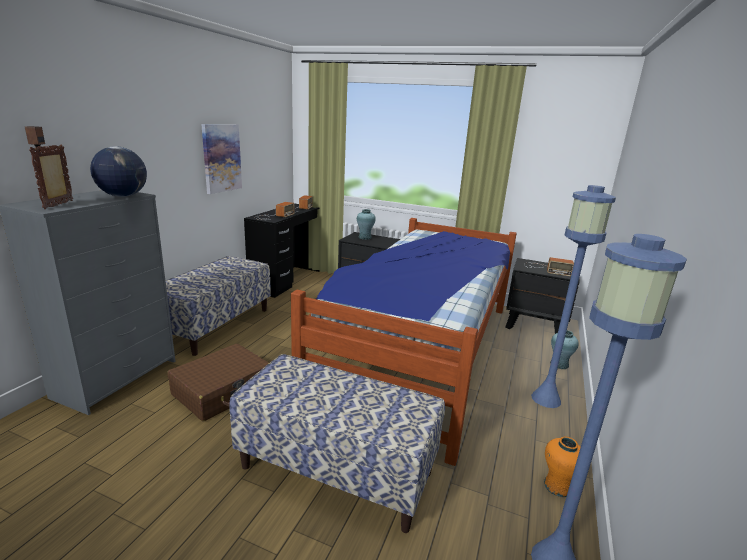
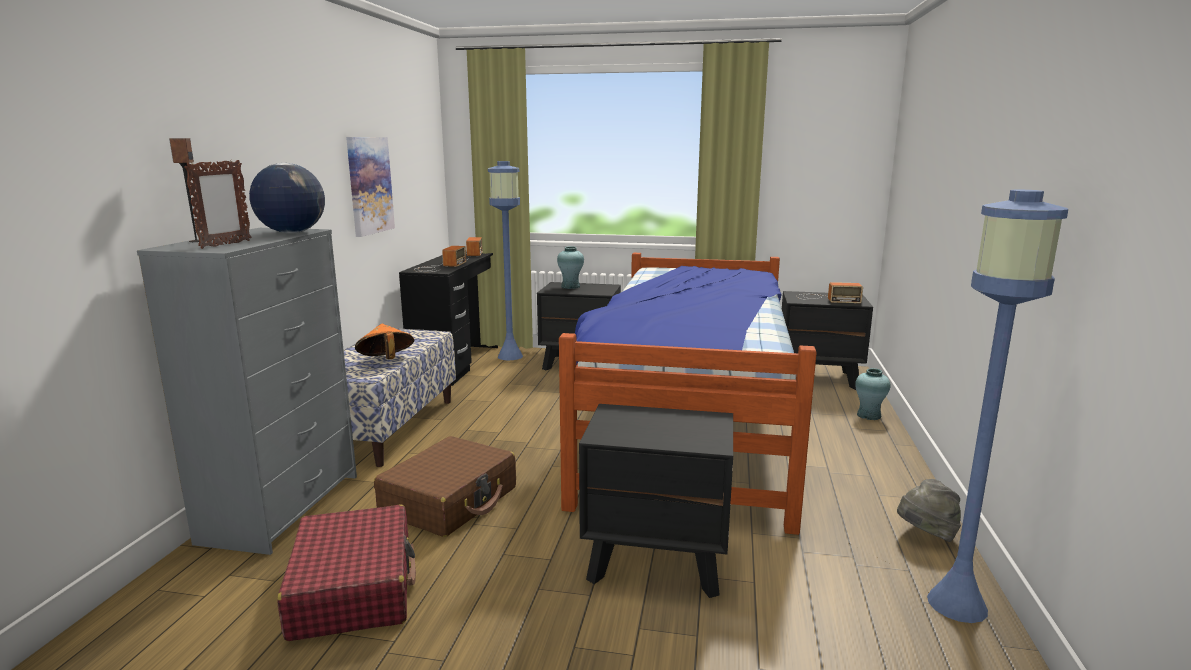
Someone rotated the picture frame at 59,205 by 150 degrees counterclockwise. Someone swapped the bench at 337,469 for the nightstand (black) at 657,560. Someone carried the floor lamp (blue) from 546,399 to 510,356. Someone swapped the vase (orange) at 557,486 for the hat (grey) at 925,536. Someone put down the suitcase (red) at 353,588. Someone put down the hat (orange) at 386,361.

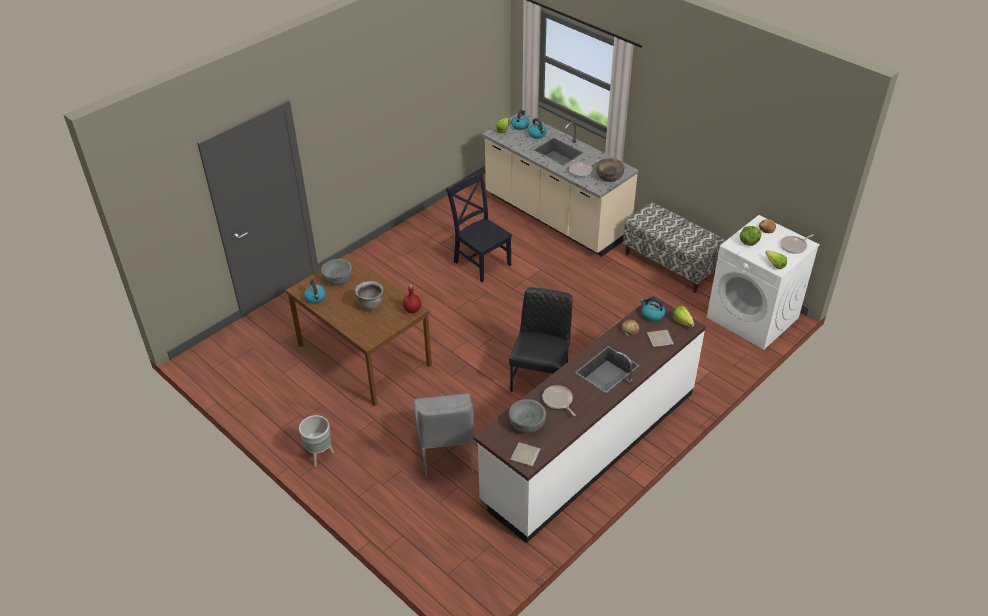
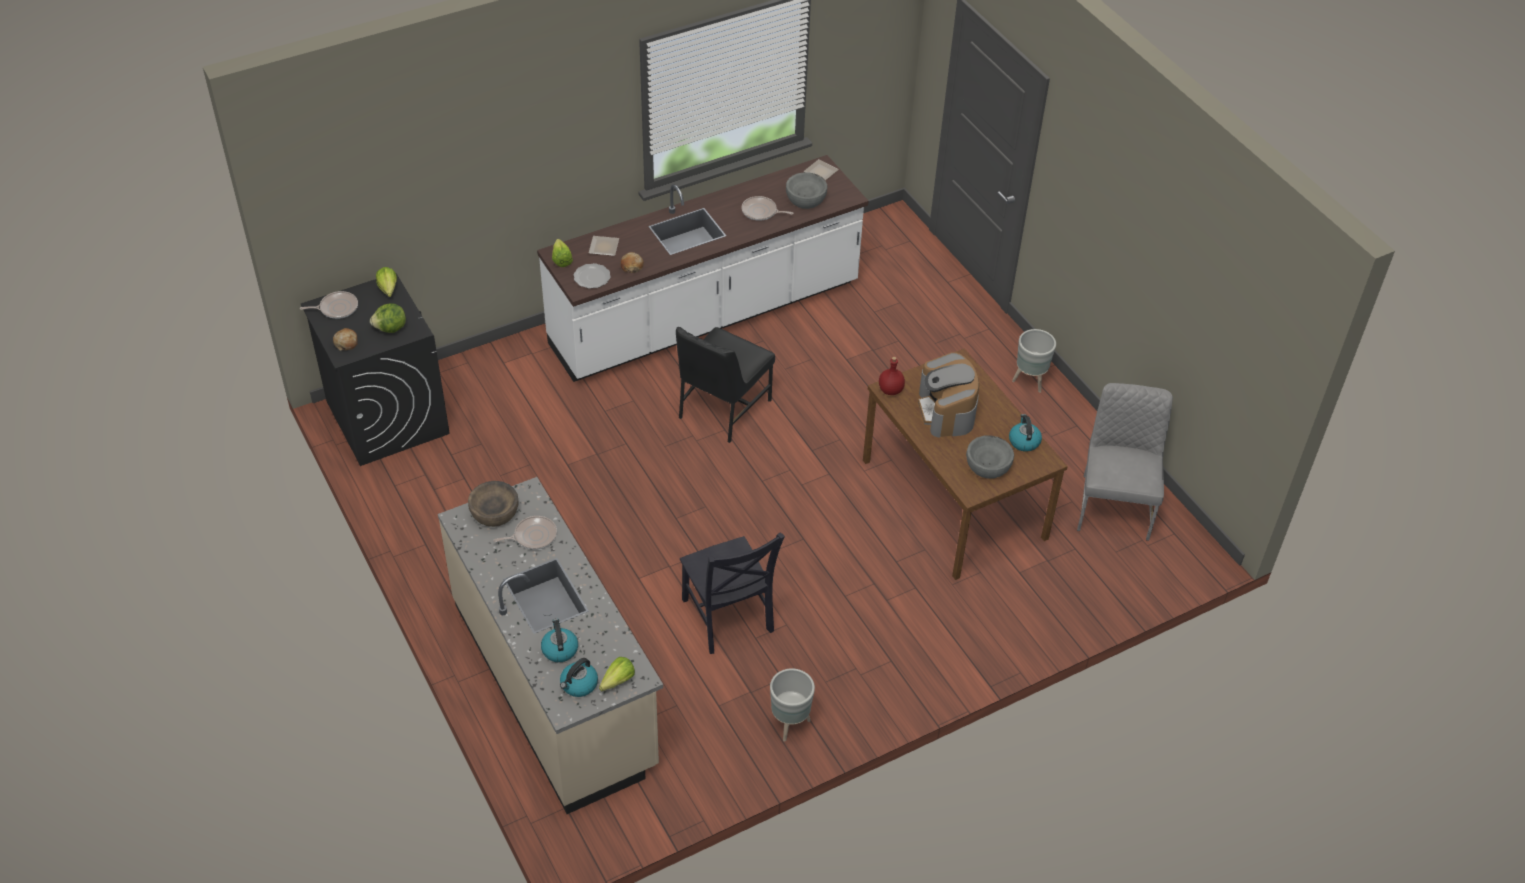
Someone swapped the cooking pot (brown) at 370,305 for the coffee machine at 947,411. Someone carried the chair (grey) from 446,453 to 1114,505. Someone rotated the frying pan at 558,401 by 120 degrees clockwise. Someone took away the bench at 671,264. Someone swapped the kettle at 652,315 for the plate at 592,277. Someone repainted the washing machine (white) at 753,317, which became the washing machine (black) at 386,417. Someone put down the planter (grey) at 789,724.

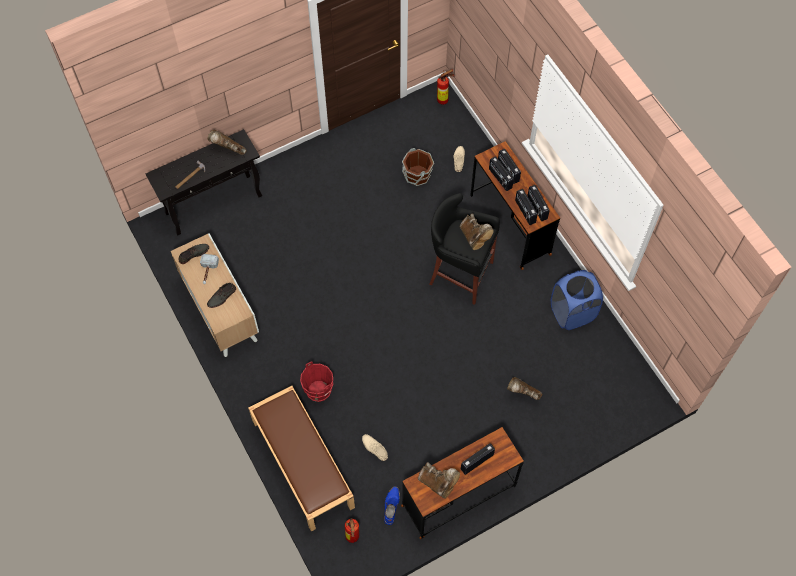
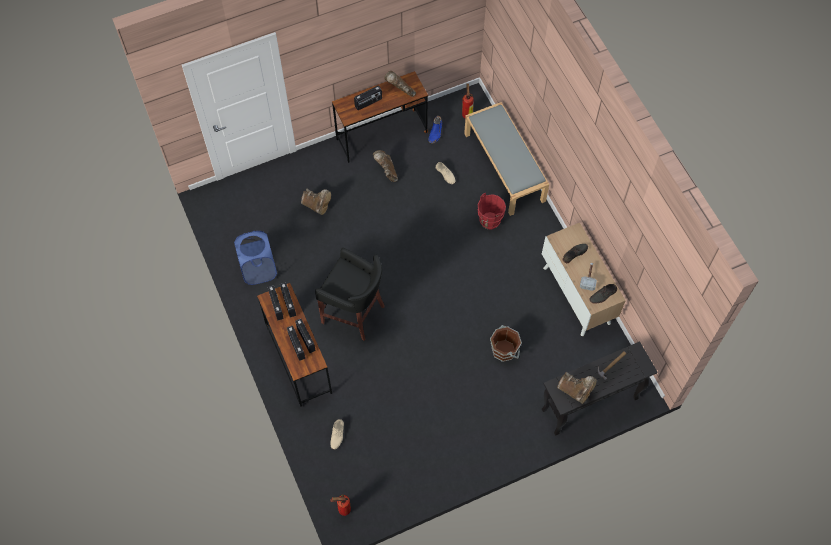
Someone repainted the bench (brown) at 302,463, which became the bench (grey) at 505,167. Someone carried the bucket (brown) from 417,175 to 504,350. Someone carried the boot (brown) from 474,238 to 387,171.

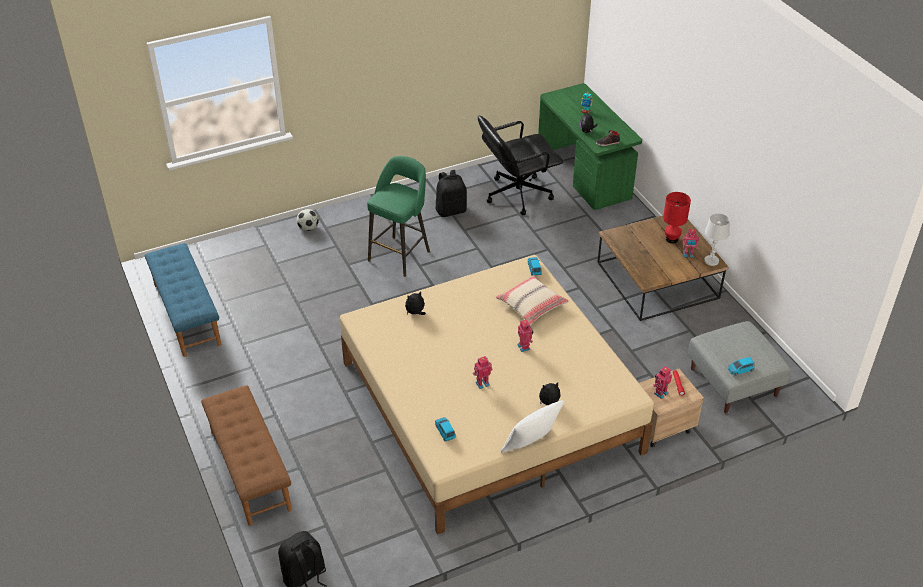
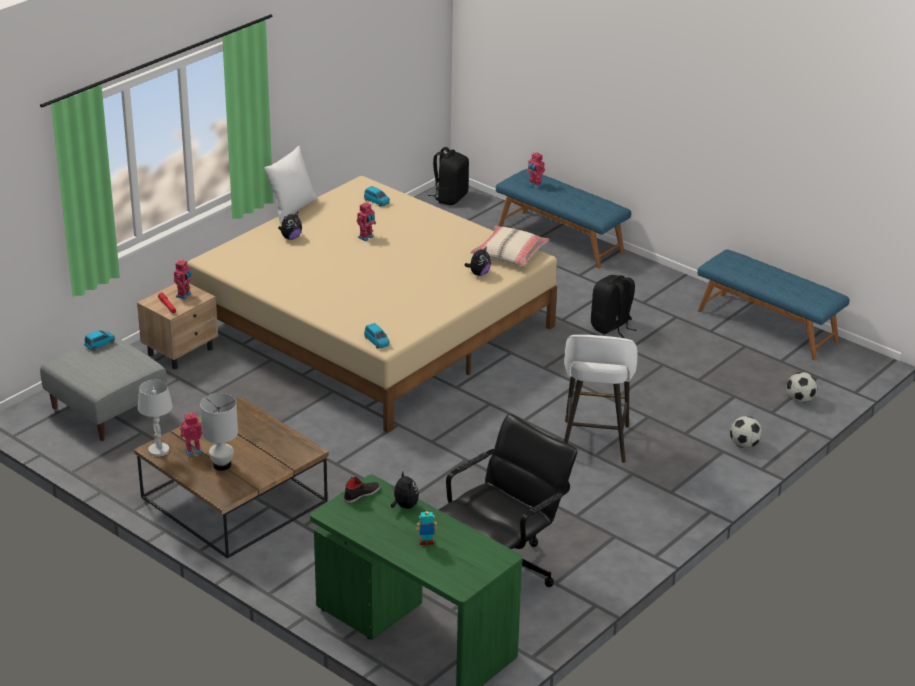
Someone repainted the bench (brown) at 249,470, which became the bench (blue) at 561,239. Someone repainted the stool (green) at 400,255, which became the stool (white) at 594,443. Someone carried the backpack (black) from 451,210 to 611,327. Someone carried the pillow (beige) from 531,305 to 509,254. Someone carried the toy robot from 524,347 to 535,185. Someone repainted the table lamp (red) at 671,239, which became the table lamp (white) at 222,465. Someone put down the football at 800,400.

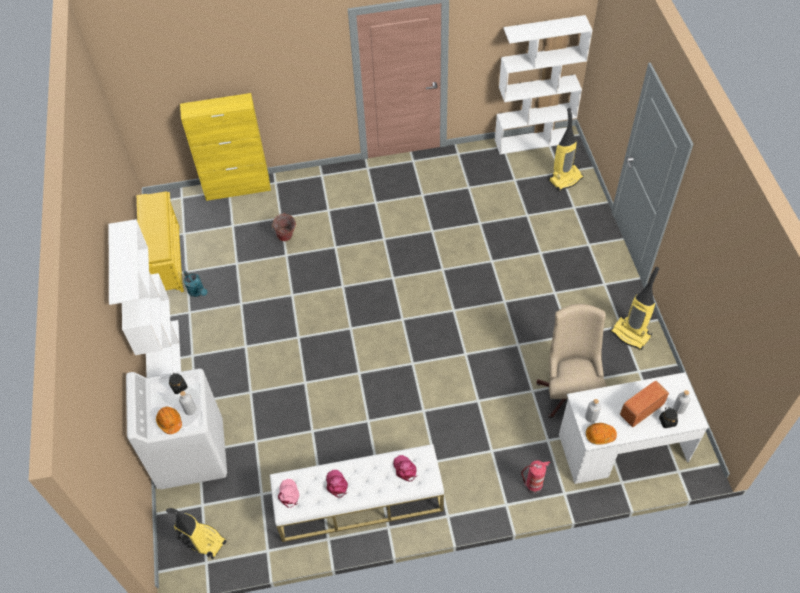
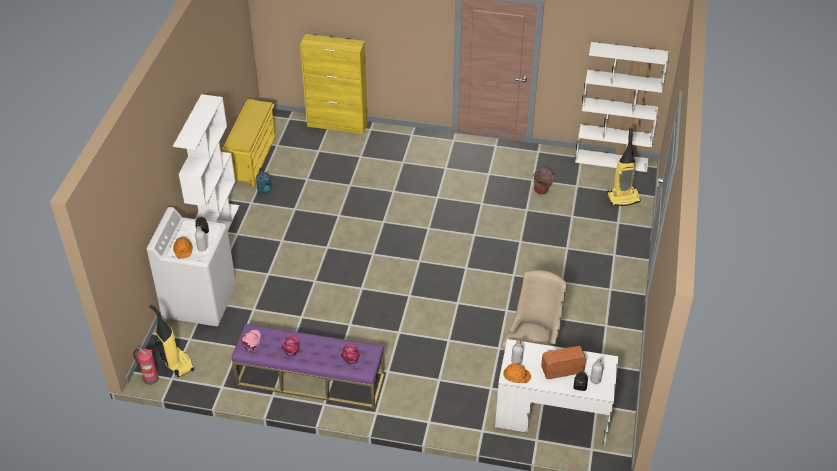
Someone repainted the bench (white) at 359,503, which became the bench (purple) at 310,379. Someone carried the bucket from 286,238 to 541,192. Someone carried the fire extinguisher from 532,486 to 150,379. Someone took away the vacuum cleaner at 631,334.

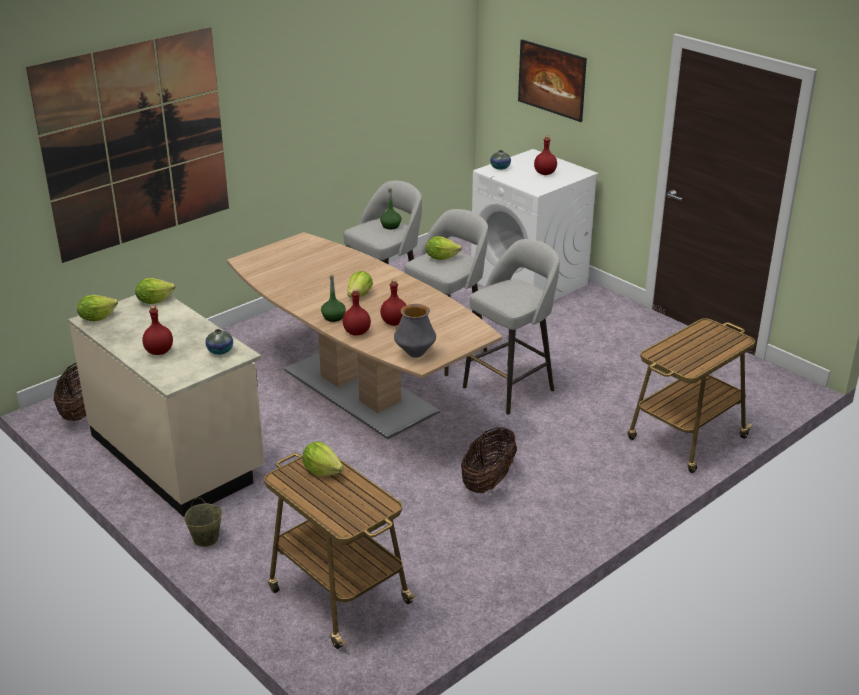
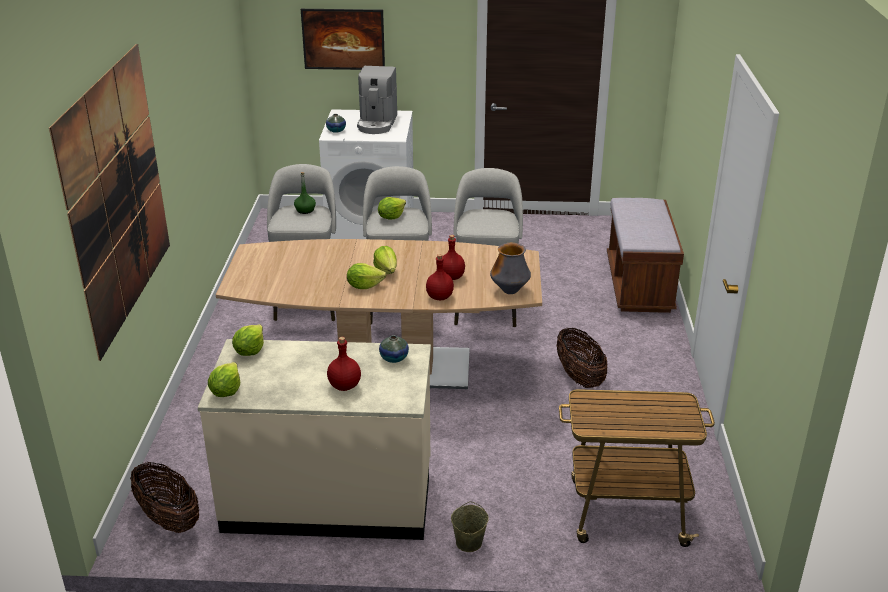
Someone carried the lettuce from 322,471 to 364,286. Someone took away the bottle (green) at 333,317. Someone swapped the bottle (red) at 545,173 for the coffee machine at 377,123. Someone swapped the cart at 685,439 for the bench (brown) at 639,285.

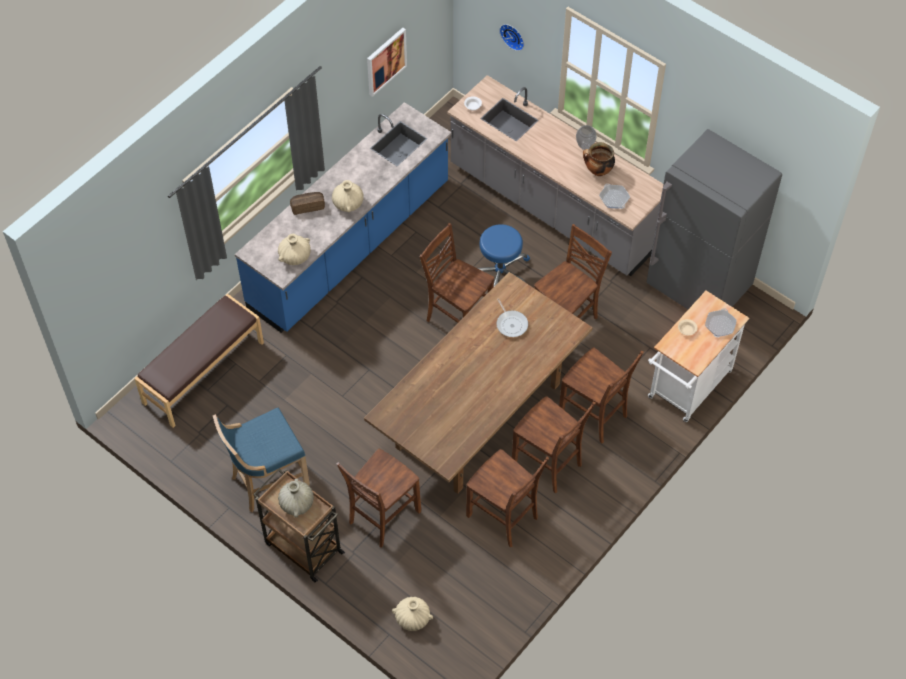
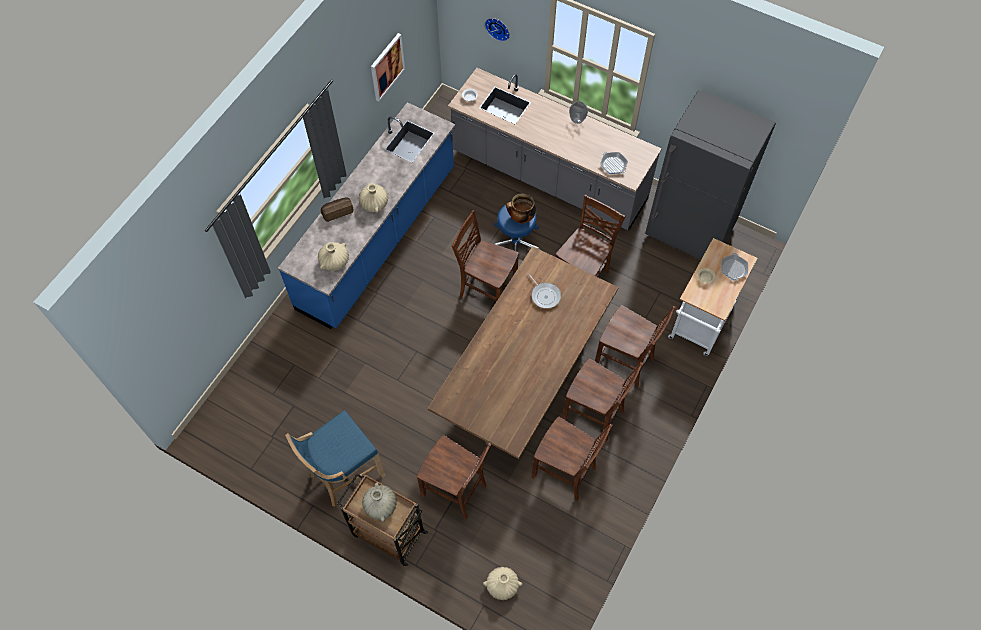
Someone took away the bench (brown) at 203,372. Someone rotated the chair (brown) at 382,517 by 90 degrees counterclockwise. Someone carried the cooking pot from 598,171 to 521,218.

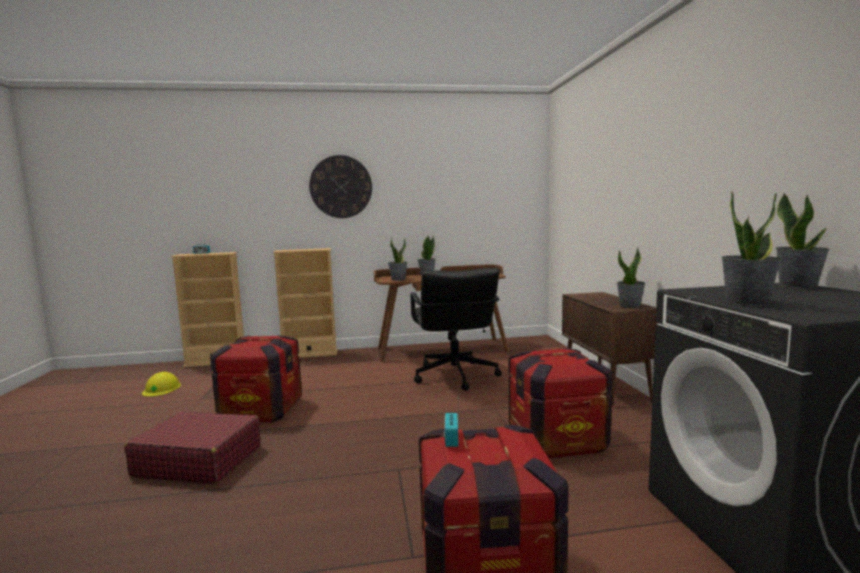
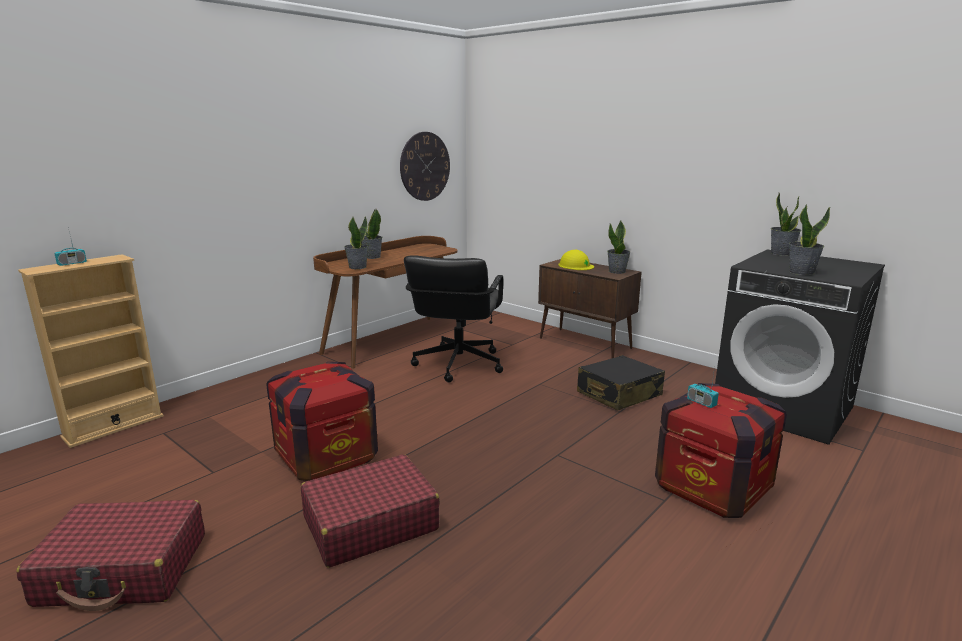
Someone carried the hard hat (yellow) from 161,389 to 575,266. Someone took away the bookcase (beige) at 310,354. Someone carried the wall clock from 341,187 to 425,166. Someone rotated the office chair (black) at 454,376 by 60 degrees clockwise. Someone swapped the crate at 556,439 for the suitcase (black) at 619,394. Someone put down the suitcase (red) at 124,569.

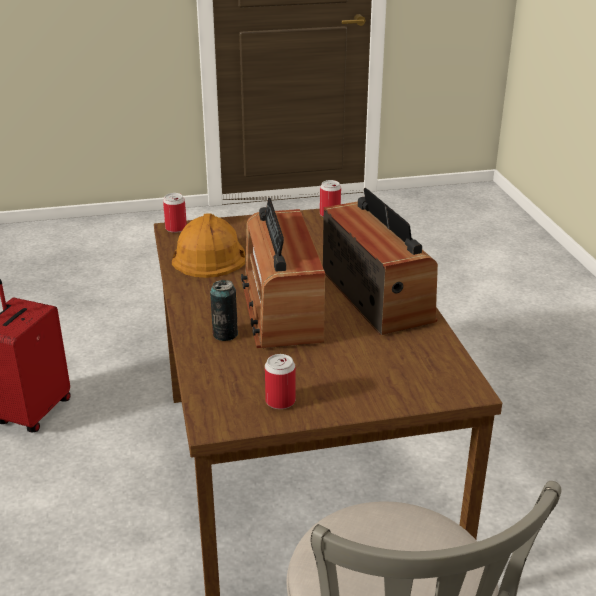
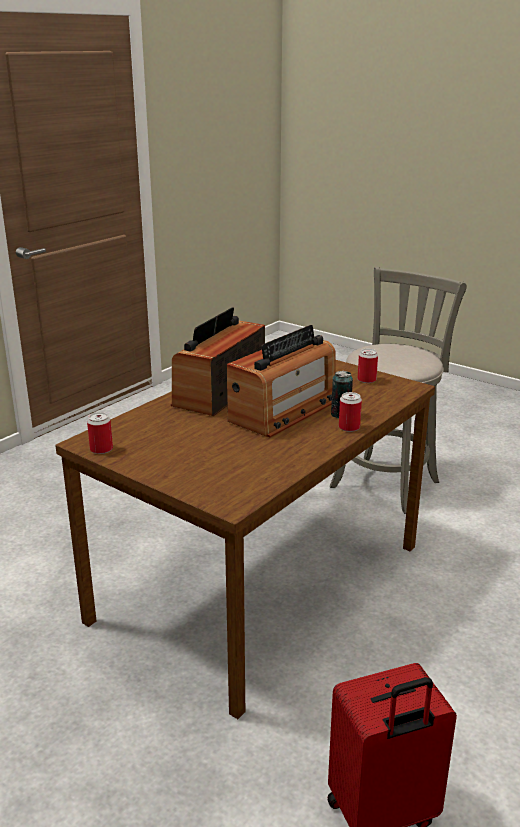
Someone carried the can from 176,228 to 349,427. Someone took away the hard hat (orange) at 209,255.

